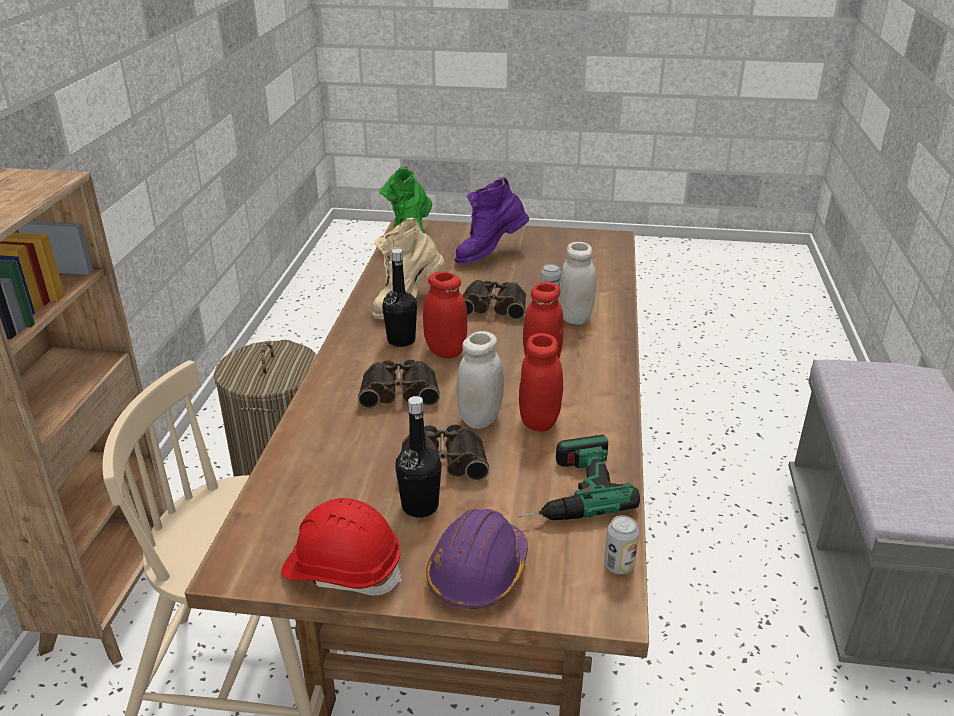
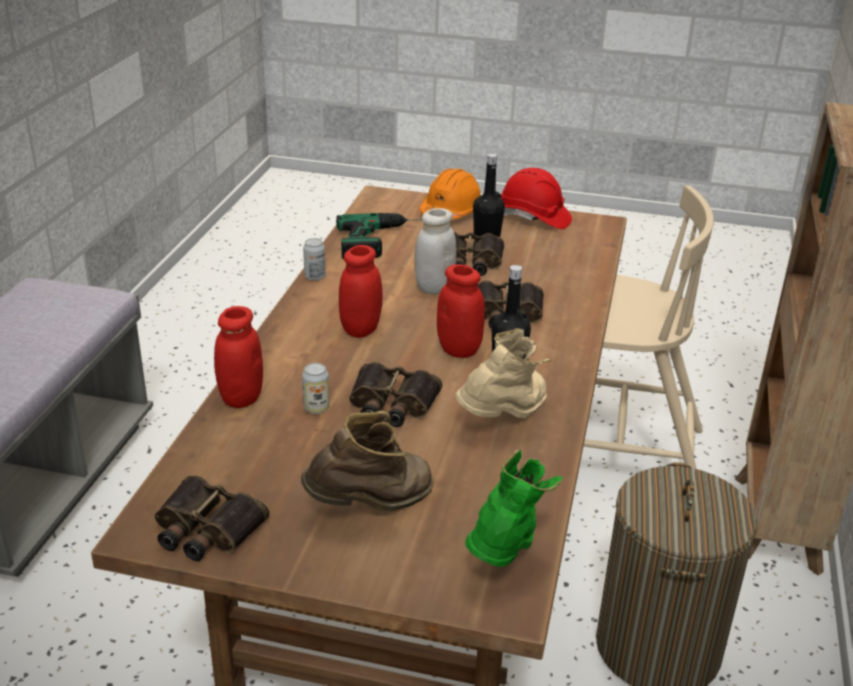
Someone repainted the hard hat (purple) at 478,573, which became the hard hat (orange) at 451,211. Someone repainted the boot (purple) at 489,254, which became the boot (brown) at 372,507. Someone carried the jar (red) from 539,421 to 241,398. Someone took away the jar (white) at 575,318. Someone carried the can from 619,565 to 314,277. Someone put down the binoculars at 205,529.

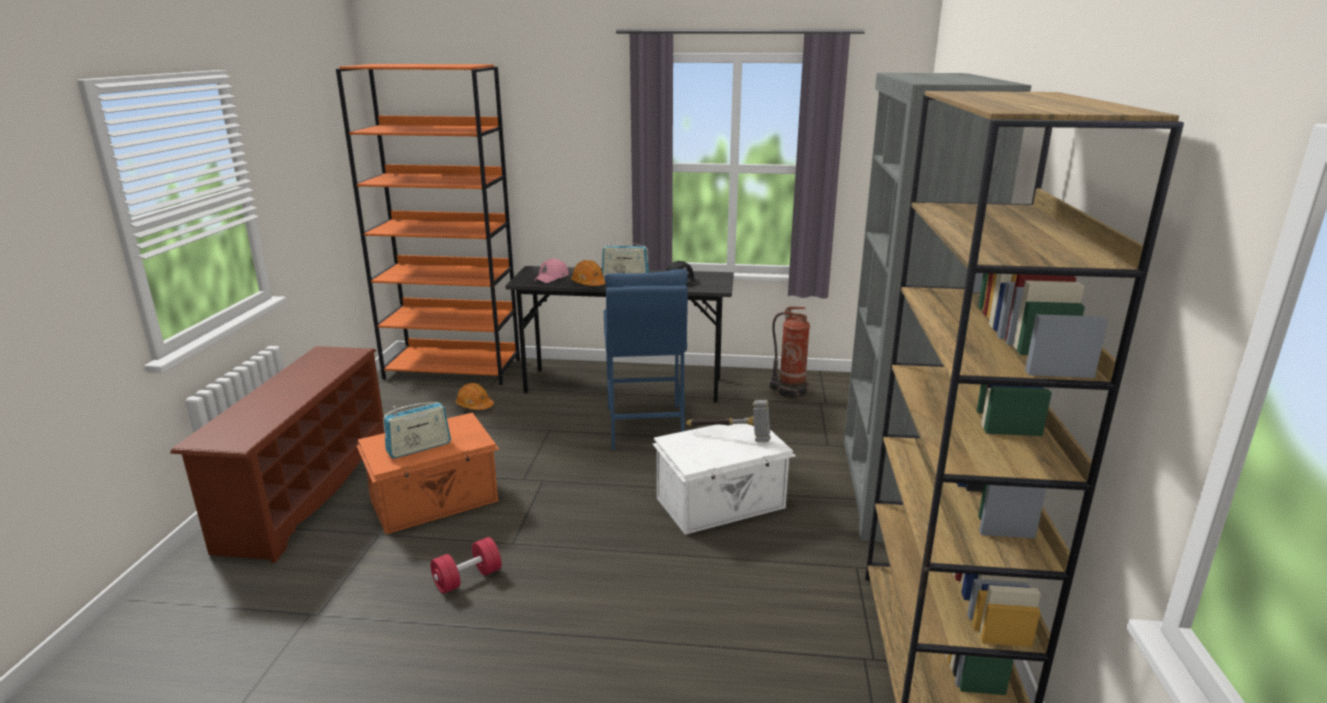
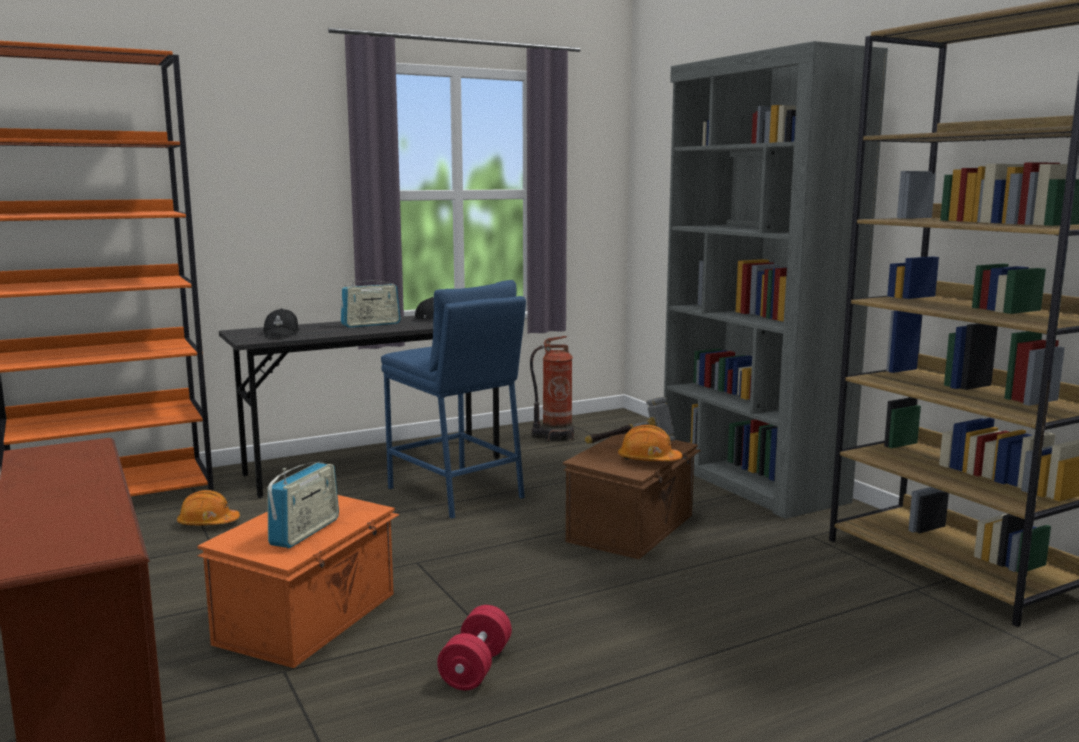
Someone repainted the cap (pink) at 552,277, which became the cap (black) at 282,333. Someone carried the hard hat (orange) from 589,284 to 648,460. Someone repainted the storage box (white) at 722,504, which became the storage box (brown) at 633,528.

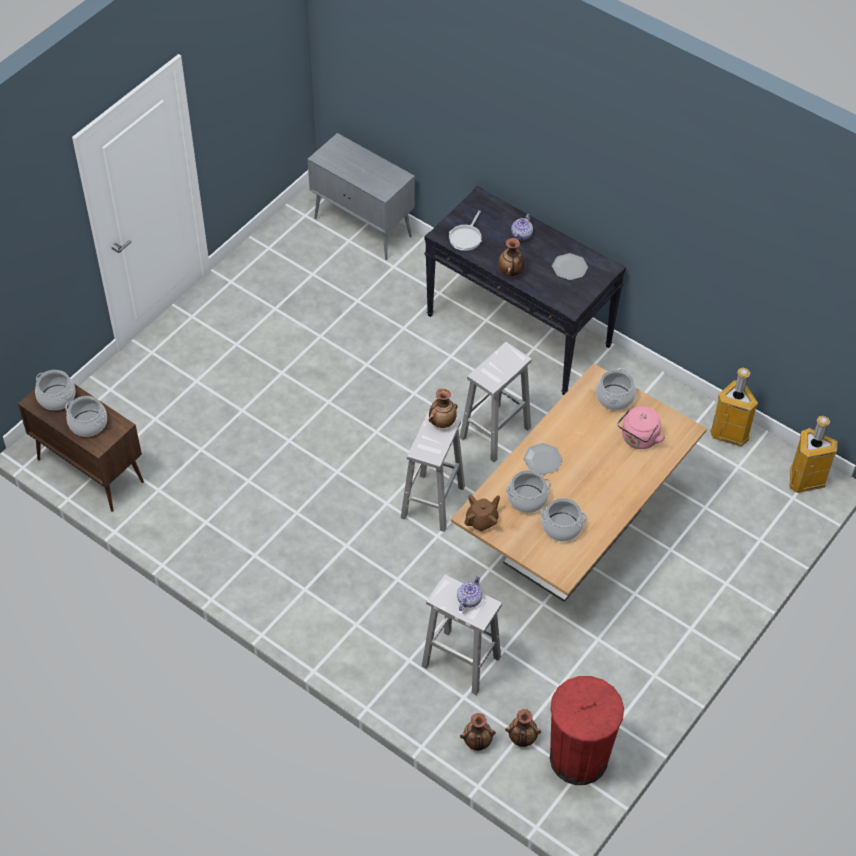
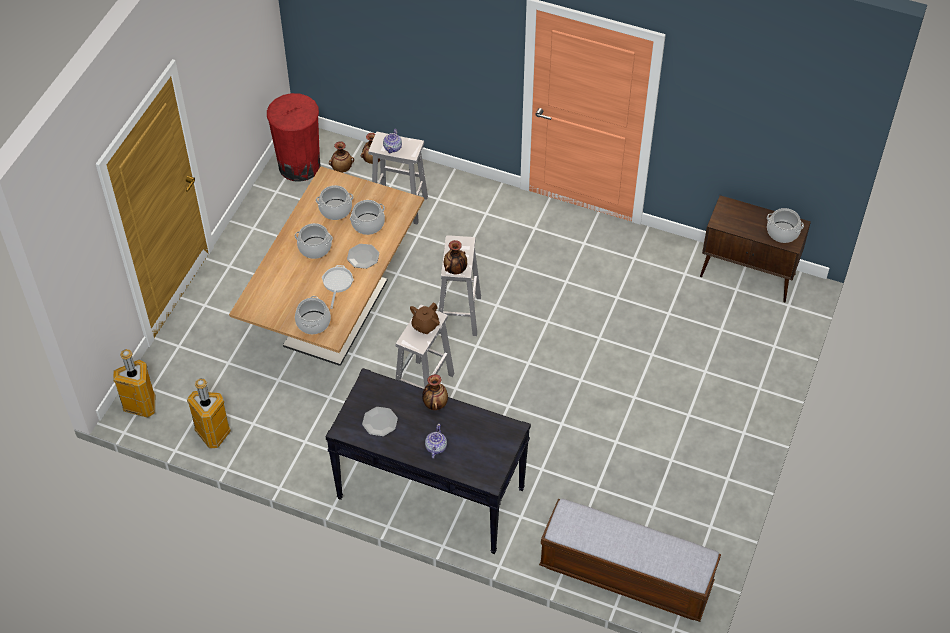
Someone carried the cooking pot from 88,423 to 314,248. Someone swapped the cabinet (grey) at 363,228 for the bench at 625,575. Someone carried the frying pan from 466,237 to 337,283. Someone carried the teapot (brown) from 482,520 to 425,326. Someone took away the kettle (pink) at 638,439.

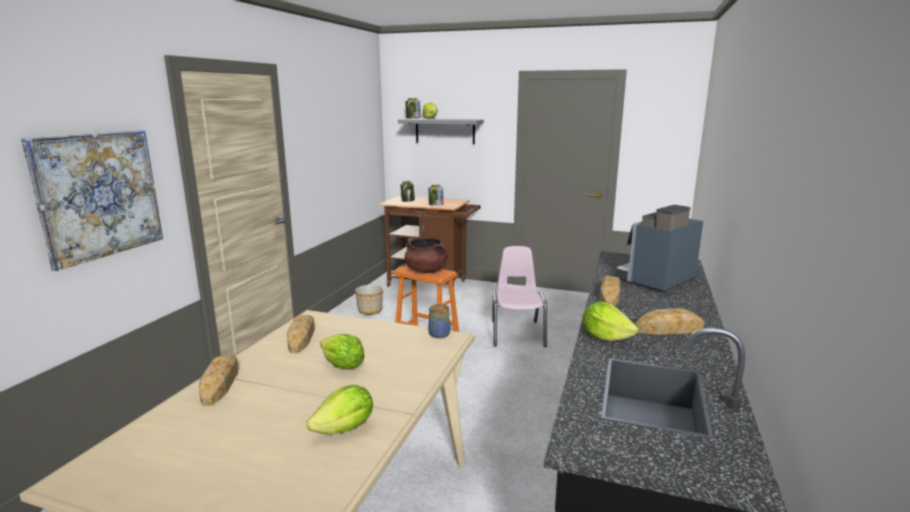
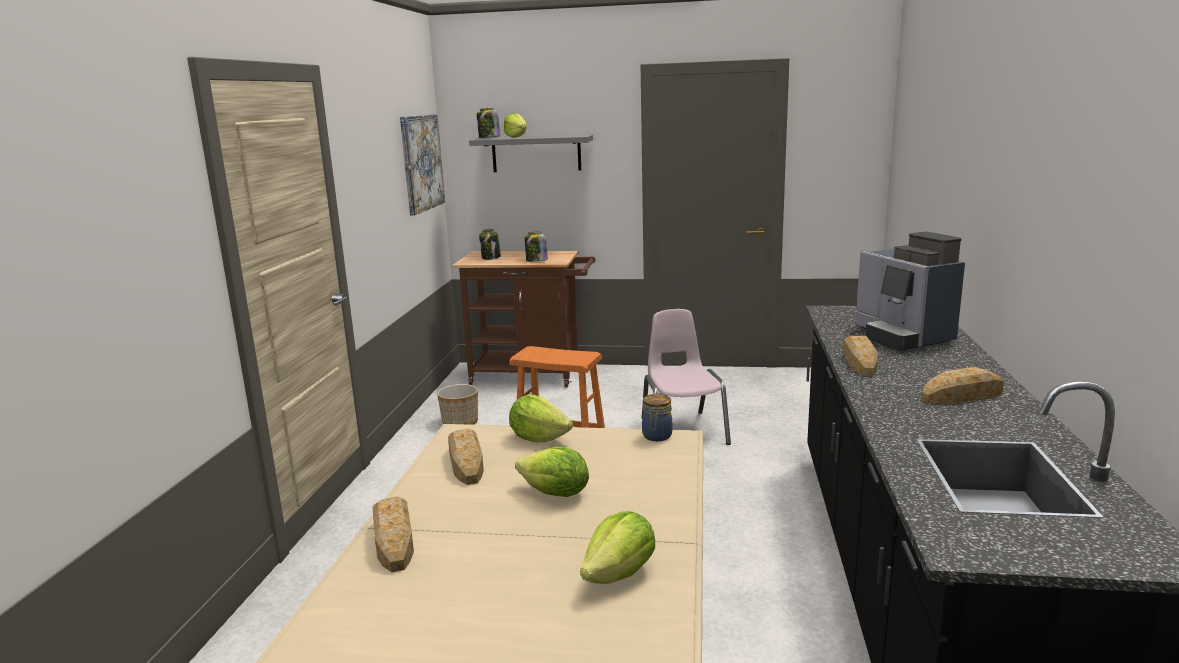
Someone carried the picture from 98,195 to 421,162. Someone took away the cooking pot (brown) at 426,271. Someone carried the lettuce from 605,337 to 539,438. Someone rotated the coffee machine at 655,280 by 60 degrees counterclockwise.

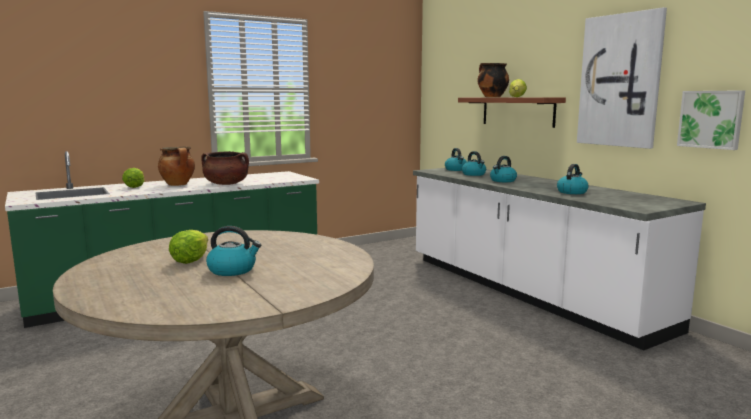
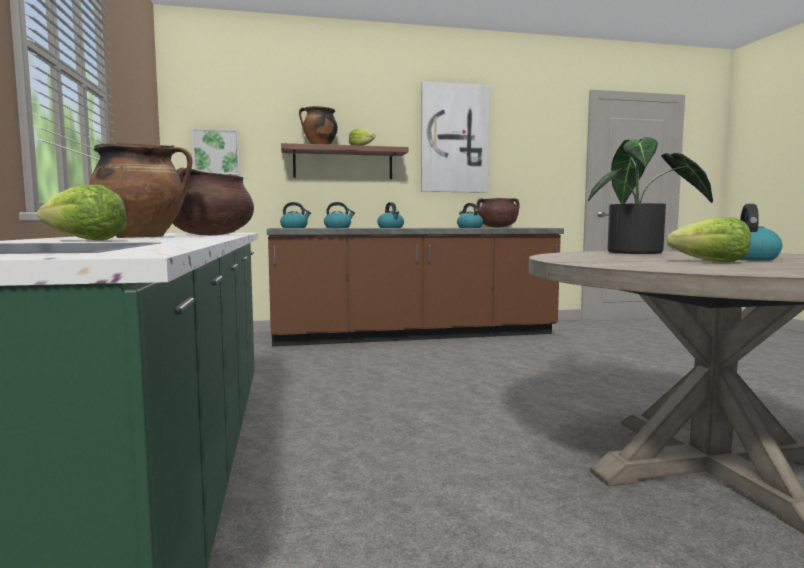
Someone repainted the counter (white) at 526,291, which became the counter (brown) at 414,335. Someone carried the picture from 711,119 to 216,152. Someone put down the cooking pot (brown) at 497,227. Someone put down the potted plant at 641,253.

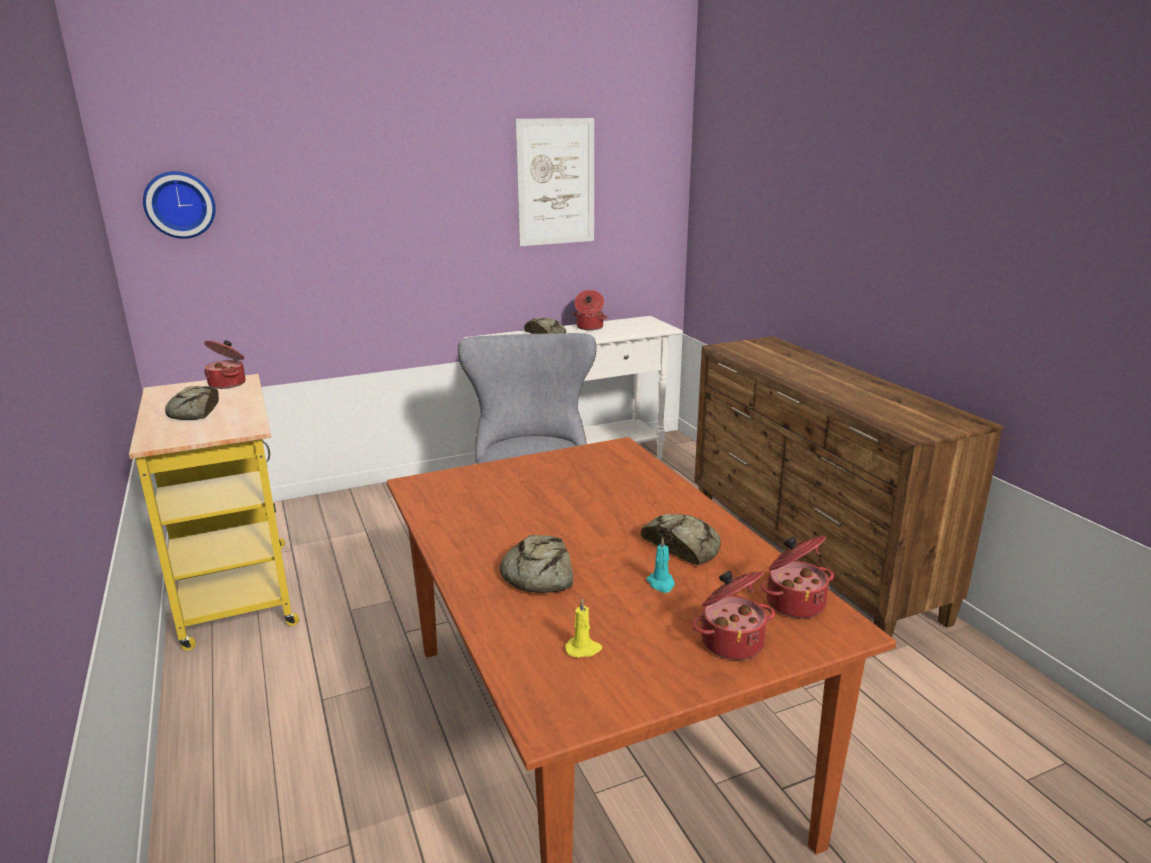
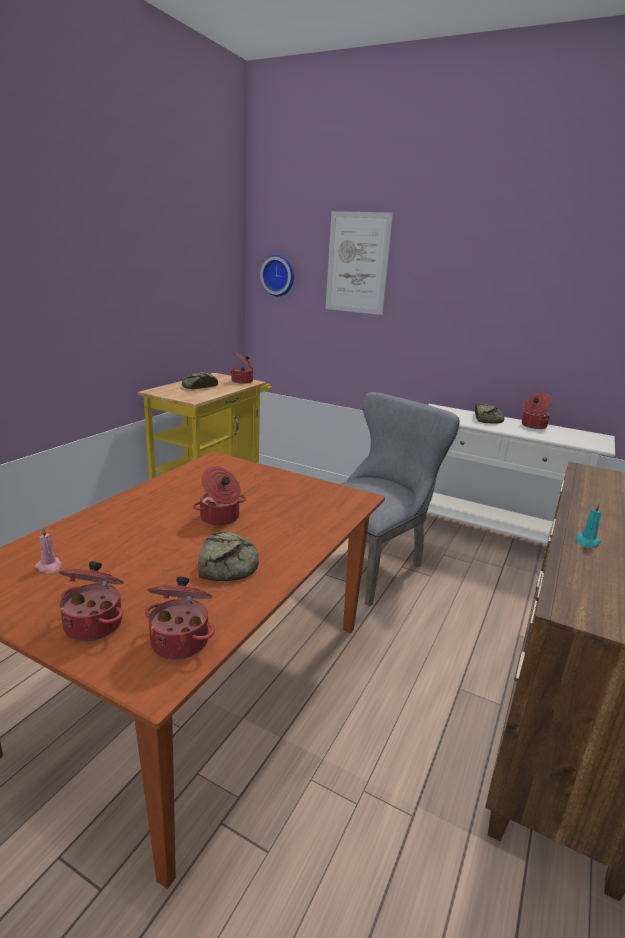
Someone took away the bread at 538,575. Someone carried the picture from 556,182 to 357,263. Someone repainted the candle (yellow) at 583,649, which became the candle (pink) at 49,567. Someone carried the candle (turquoise) from 661,584 to 587,542. Someone put down the cooking pot at 220,518.

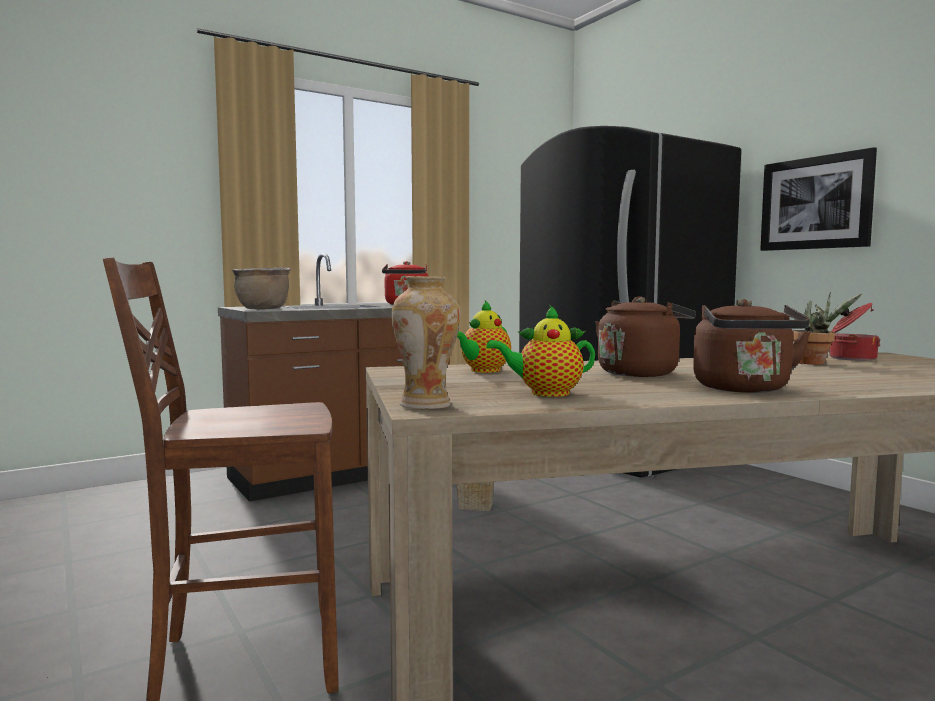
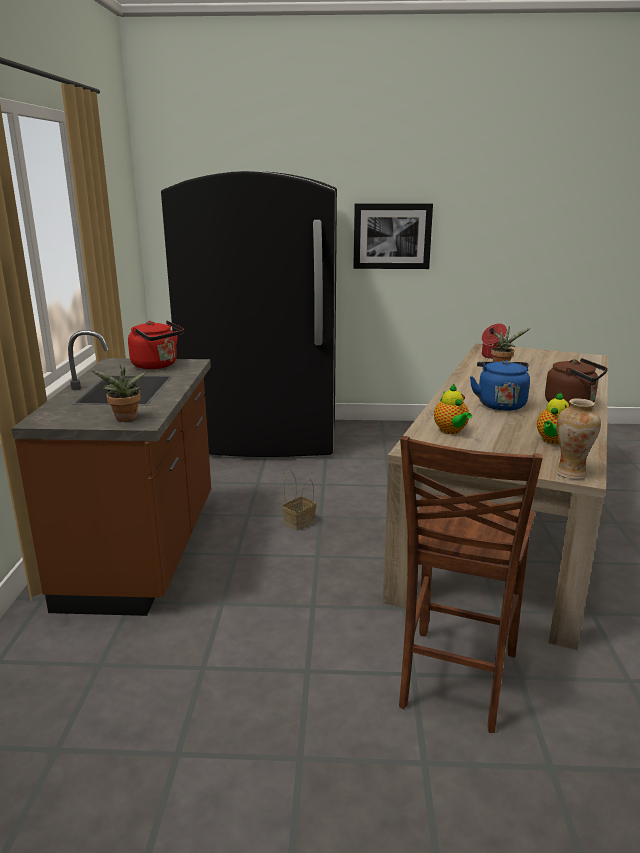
Someone swapped the cooking pot (brown) at 263,309 for the potted plant at 125,419. Someone repainted the kettle (brown) at 640,373, which became the kettle (blue) at 500,404.

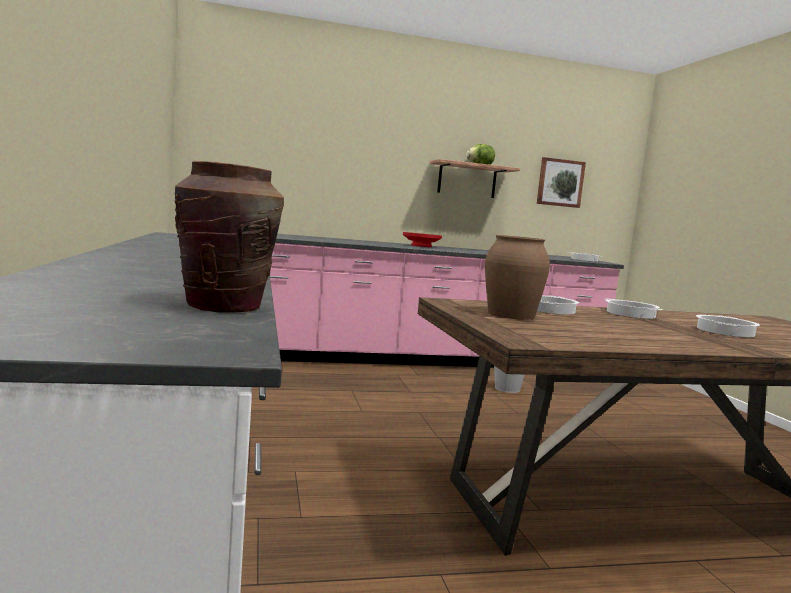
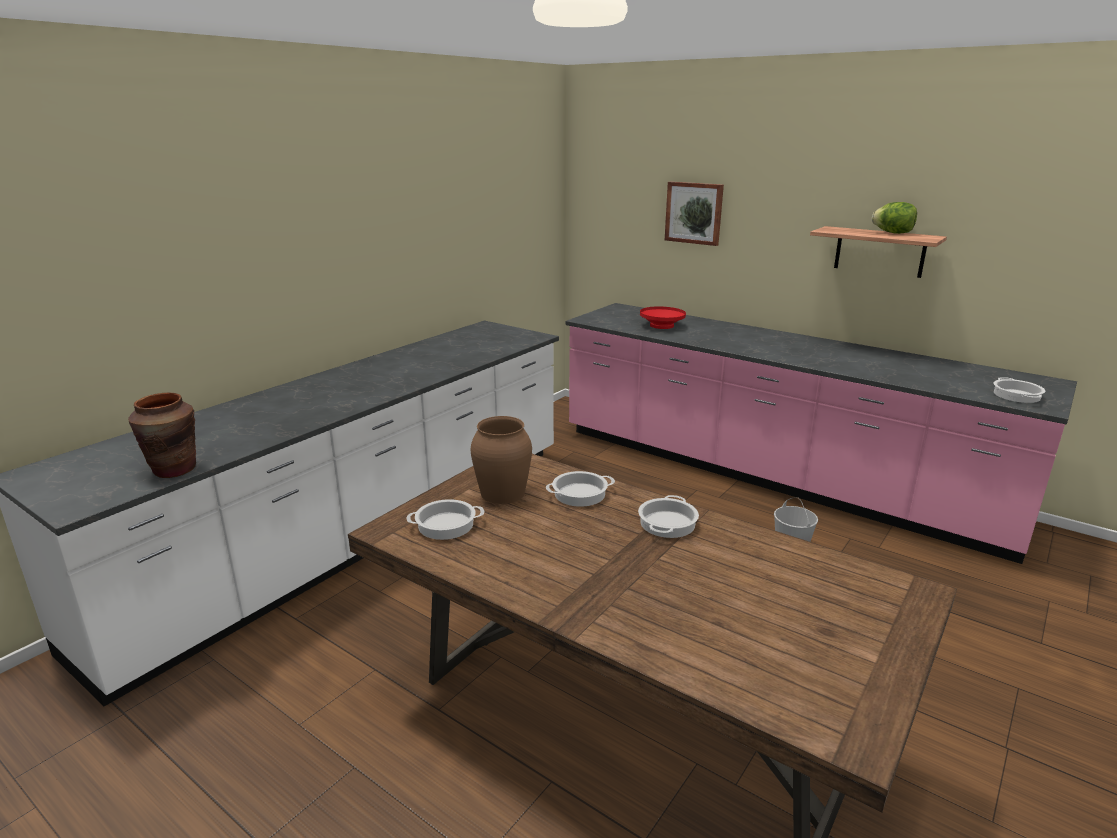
Someone carried the bowl (red) from 421,246 to 662,326. Someone carried the picture from 560,182 to 694,213. Someone carried the cooking pot from 726,332 to 445,525.

